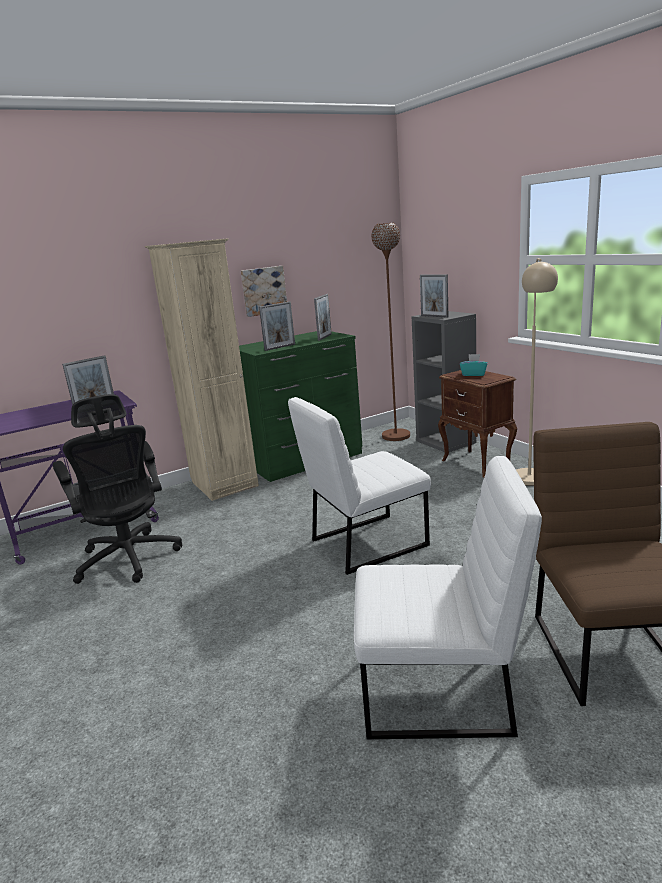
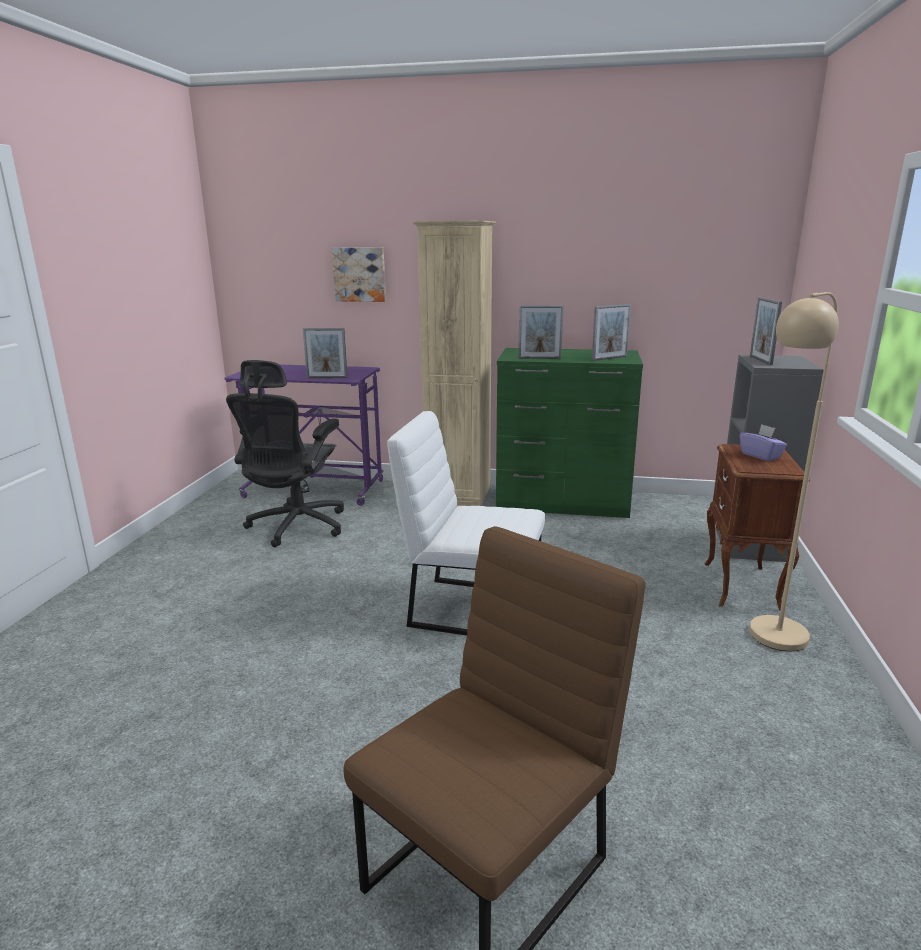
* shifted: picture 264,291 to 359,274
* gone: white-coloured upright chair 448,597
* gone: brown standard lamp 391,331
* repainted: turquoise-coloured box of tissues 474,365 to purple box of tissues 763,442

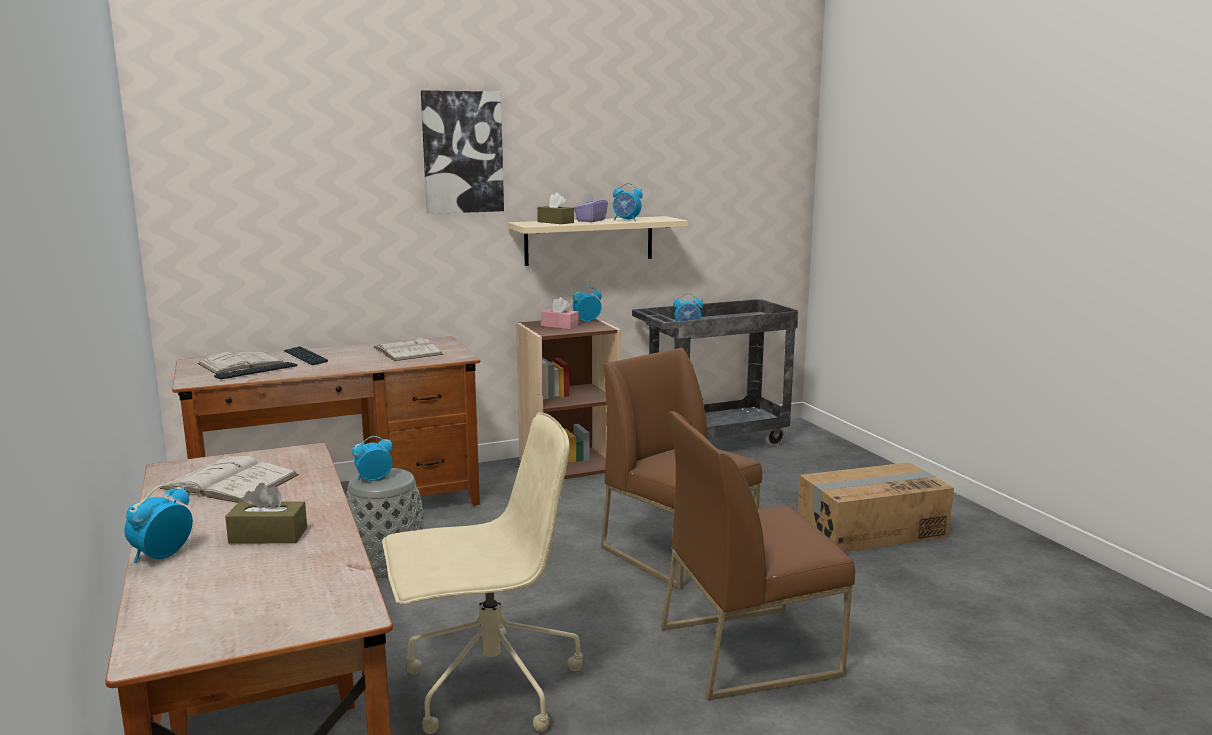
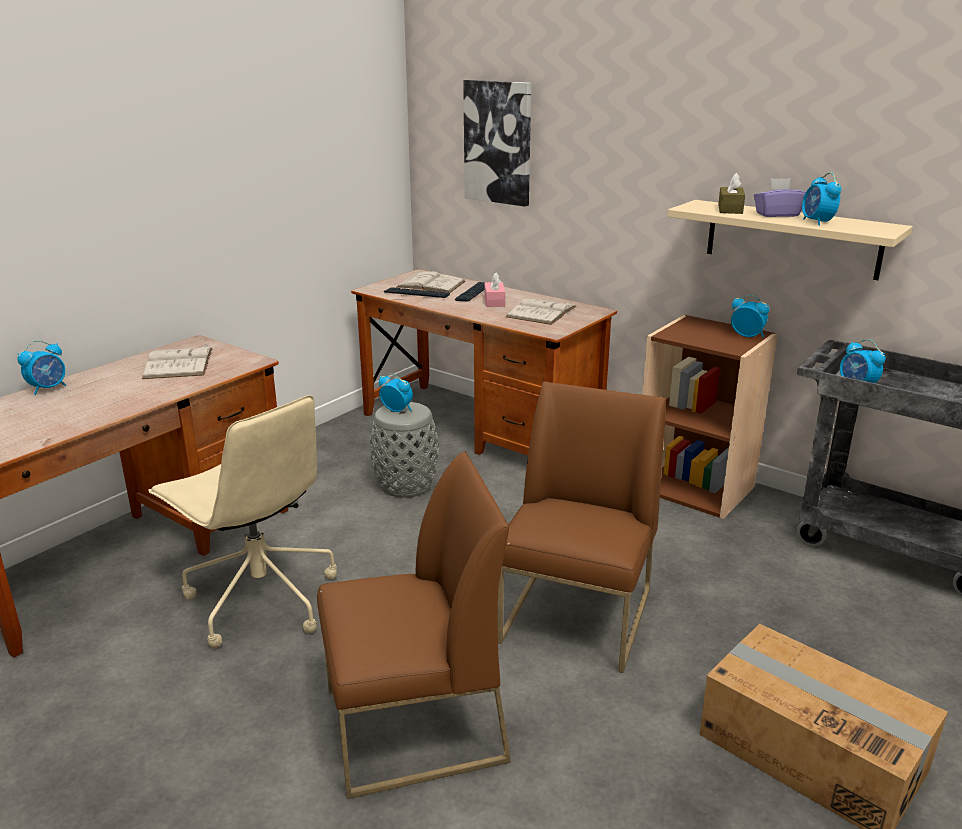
* rotated: bedside clock 158,523 = 42,367 135 degrees clockwise
* gone: brown box of tissues 266,513
* shifted: picture 462,152 to 497,143
* shifted: pink box of tissues 560,313 to 495,290
* rotated: brown upright chair 758,555 = 414,625 120 degrees clockwise

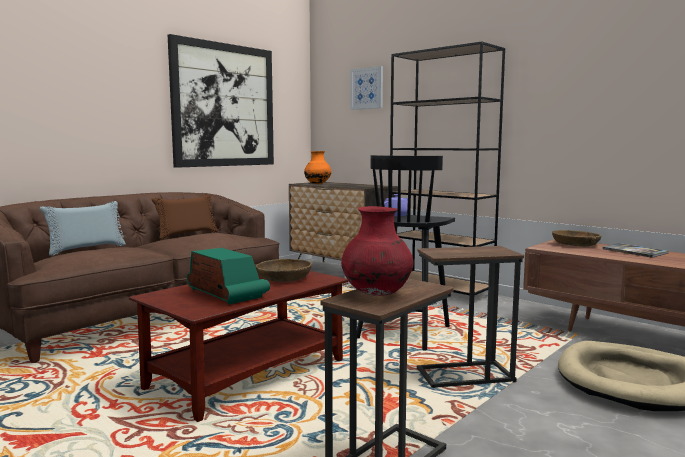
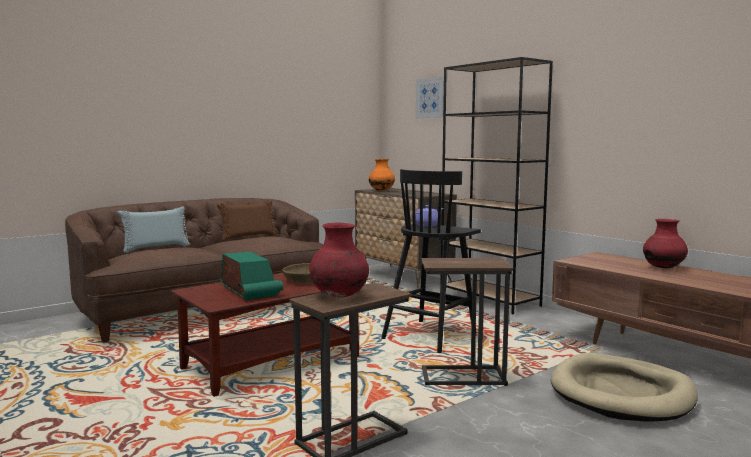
* gone: picture 221,101
* gone: brown deep dish 576,238
* swapped: volume 635,250 to red-coloured decorative vase 665,243

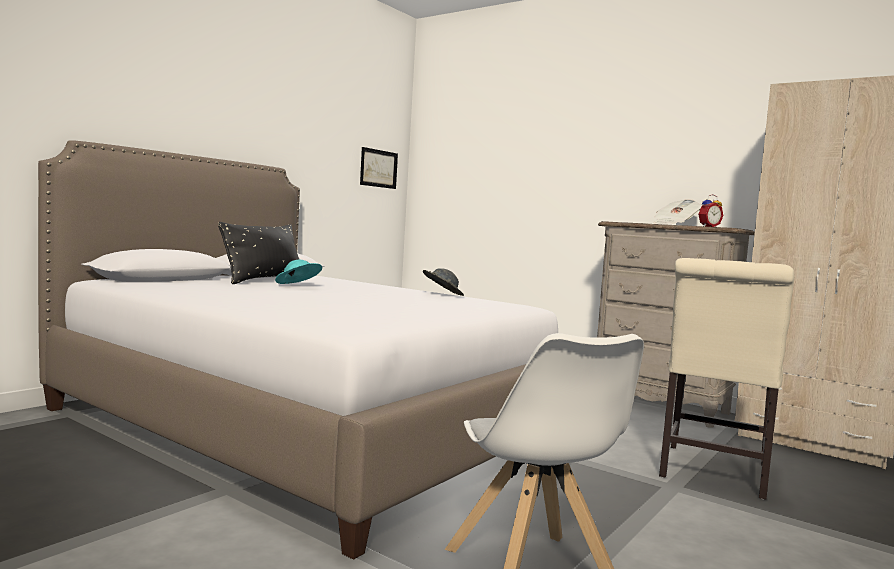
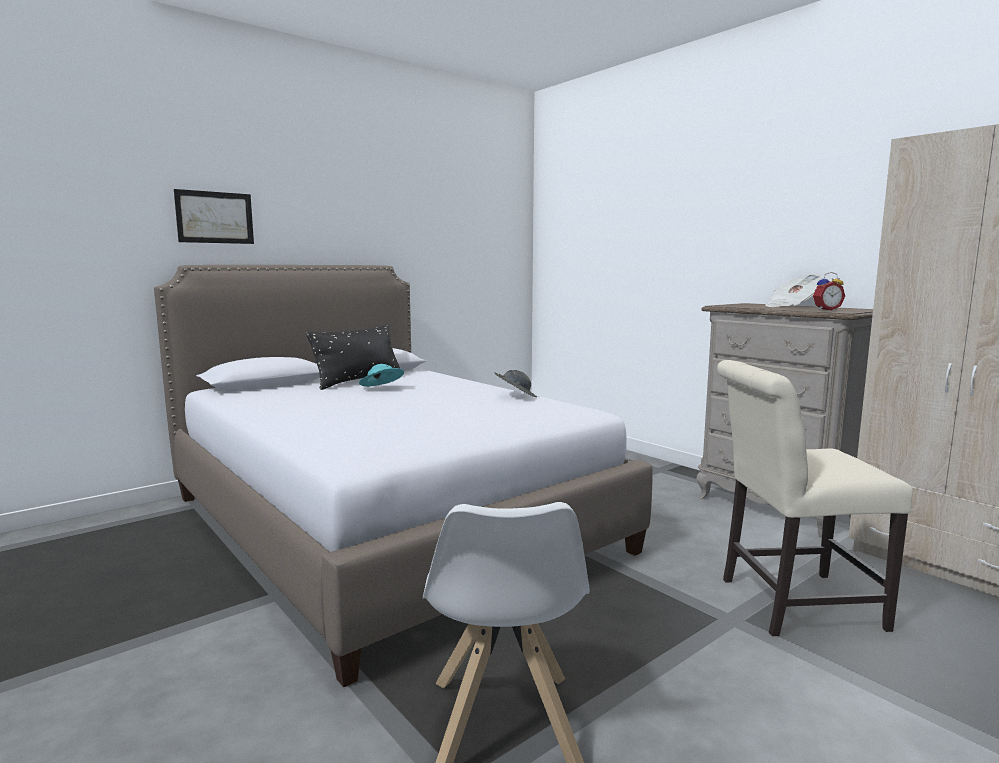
* shifted: picture 379,168 to 214,216
* rotated: beige-coloured upright chair 726,378 = 815,498 45 degrees clockwise

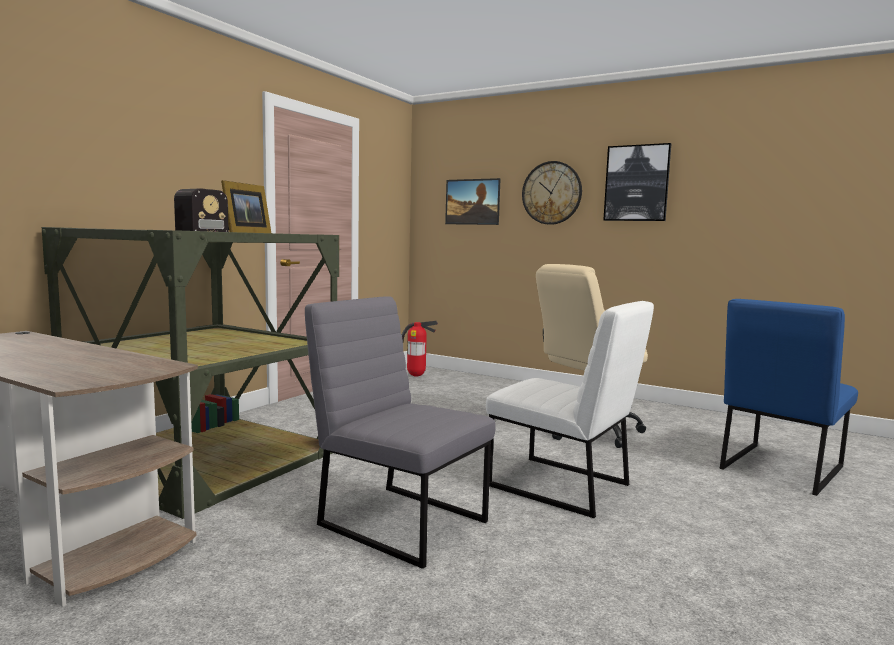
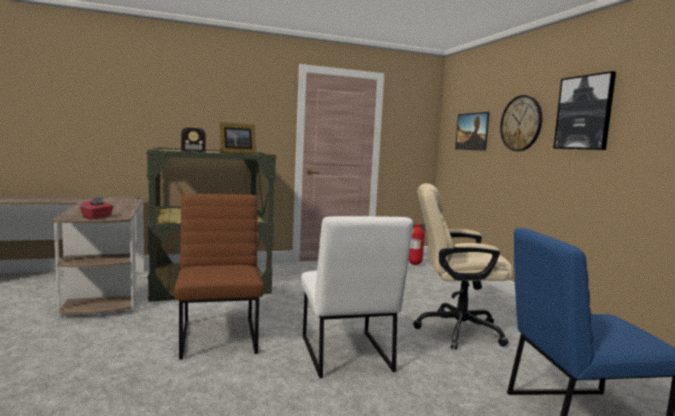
* repainted: grey upright chair 400,432 to brown upright chair 219,277
* new: red-coloured box of tissues 97,208

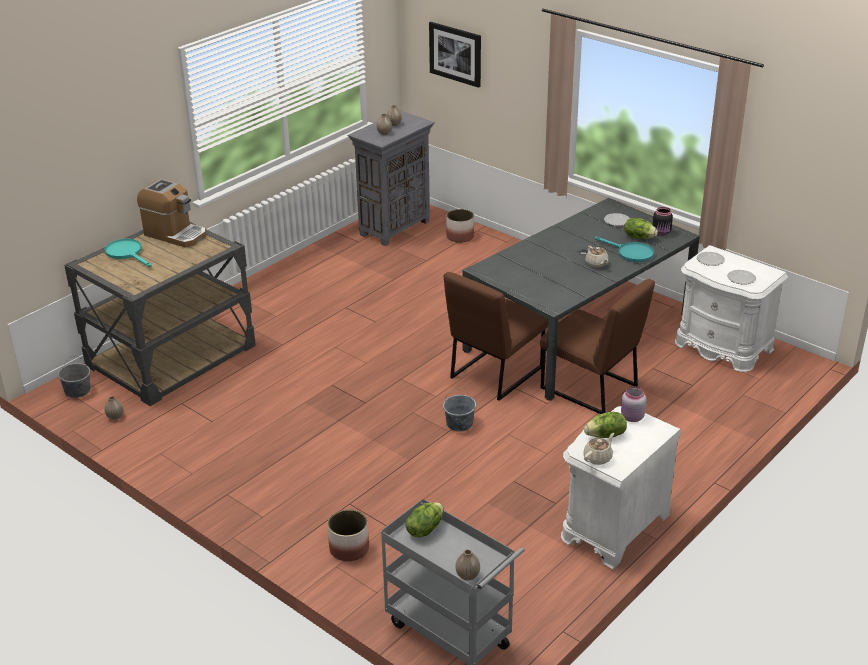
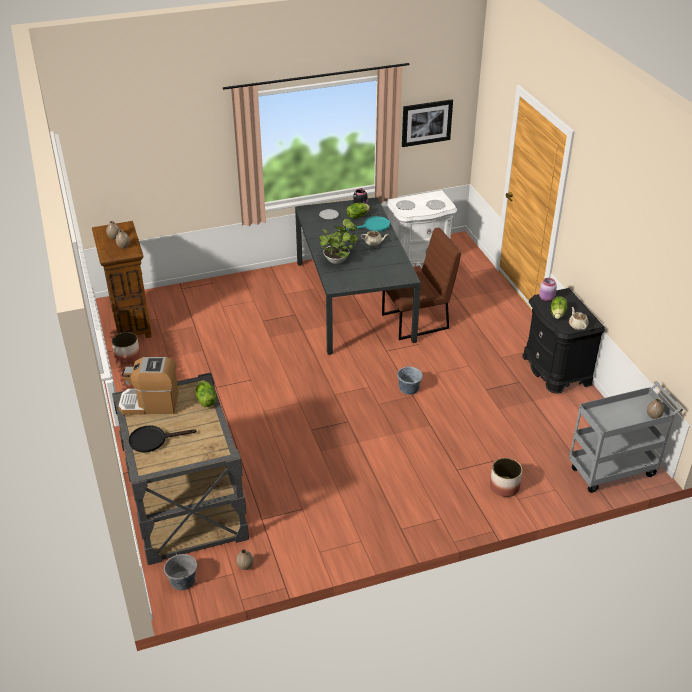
* repainted: turquoise-coloured frying pan 128,253 to blackish frying pan 162,439
* rotated: coffee machine 171,213 = 148,386 150 degrees counterclockwise
* repainted: grey cabinet 391,178 to brown cabinet 121,279
* shifted: lettuce head 424,520 to 206,393
* shifted: picture 455,55 to 427,123
* gone: brown upright chair 496,336
* shifted: planter 460,226 to 126,348
* repainted: white-coloured bedside table 621,487 to blackish bedside table 563,341
* new: houseplant 338,241

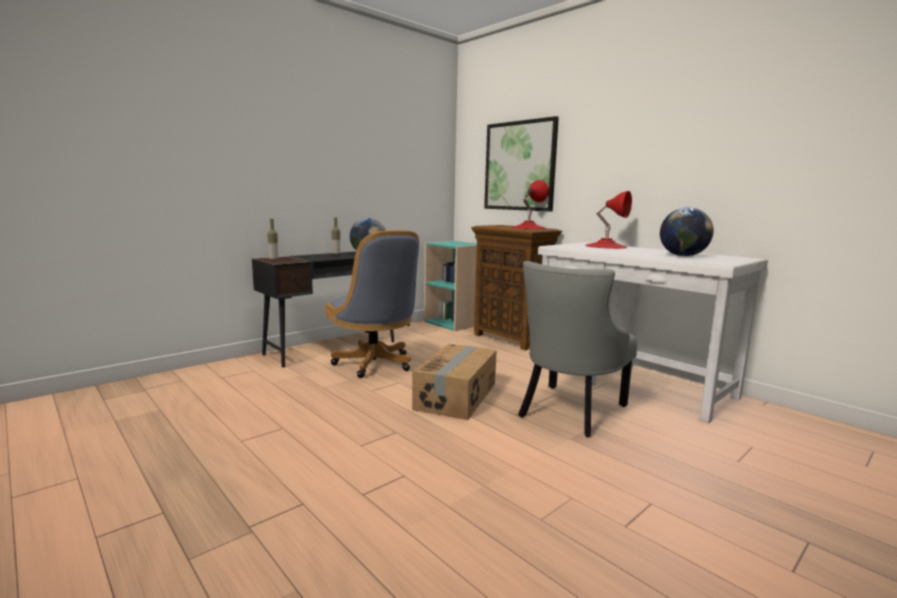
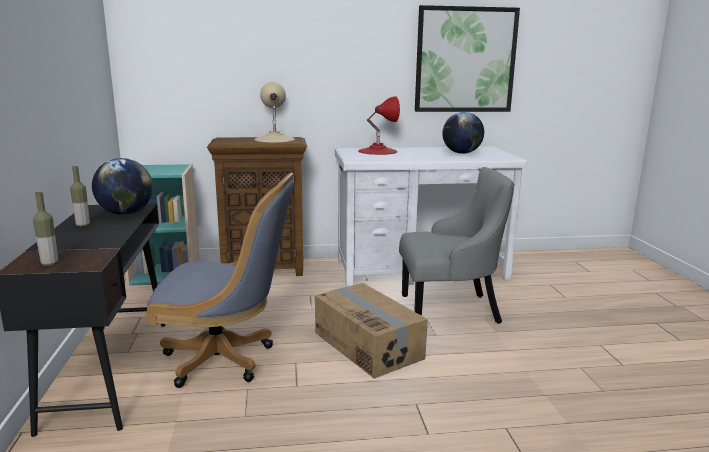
* shifted: picture 521,164 to 467,58
* repainted: red-coloured lamp for a table 530,204 to beige-coloured lamp for a table 275,112
* rotated: grey upright chair 577,349 = 457,245 75 degrees counterclockwise

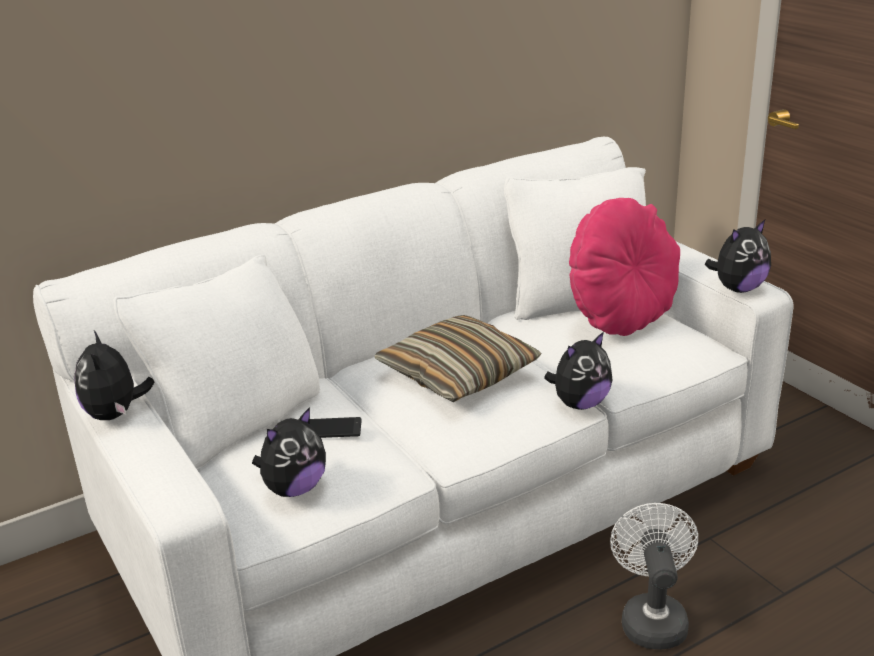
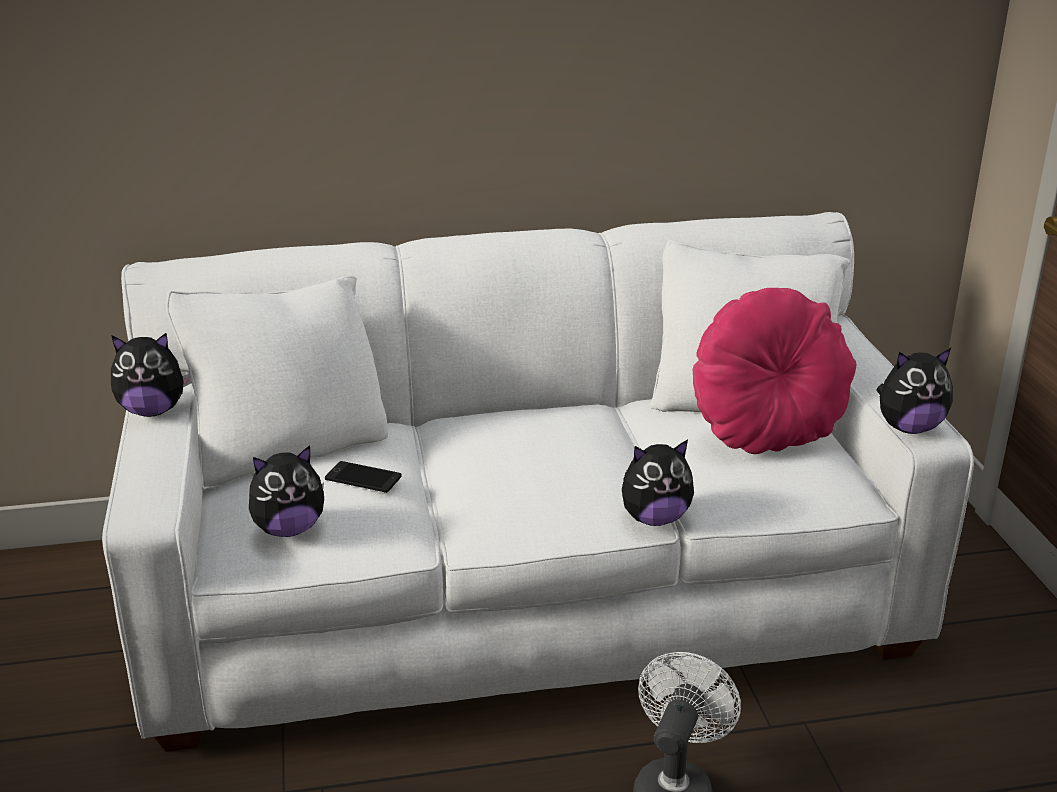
* rotated: cuddly toy 114,375 = 151,375 105 degrees counterclockwise
* gone: throw pillow 458,358

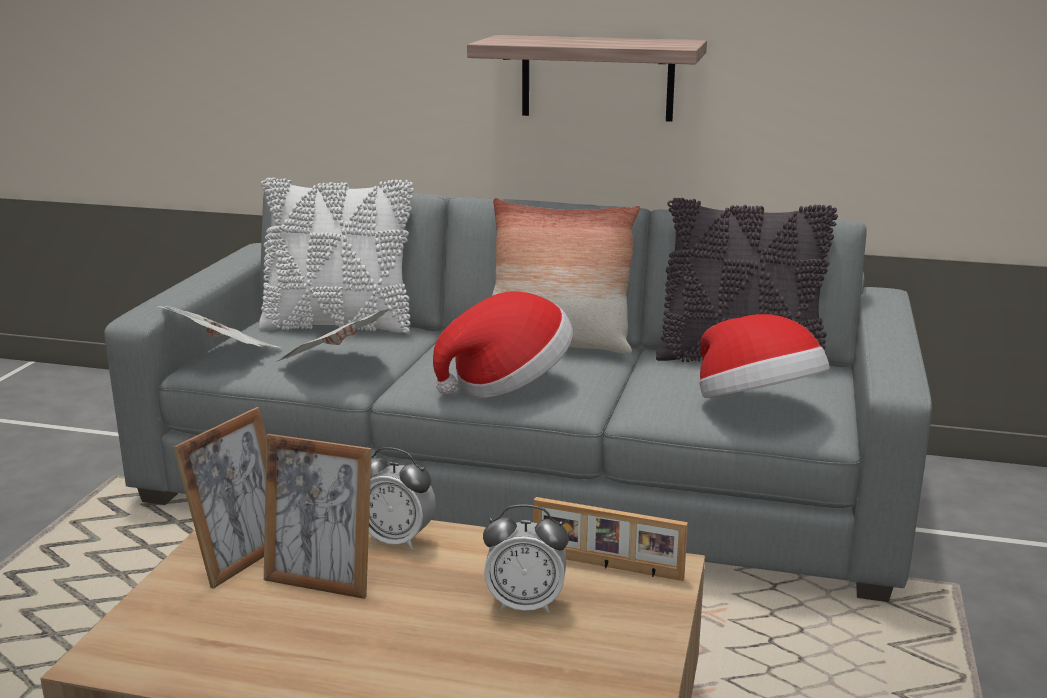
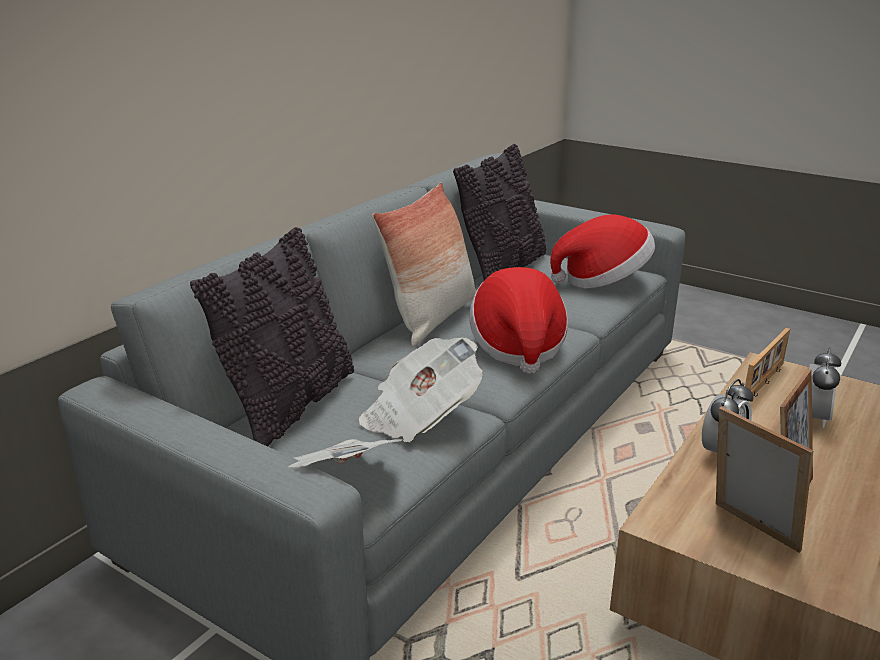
* repainted: white-coloured throw pillow 336,255 to blackish throw pillow 272,337
* gone: bracket shelf 587,78

